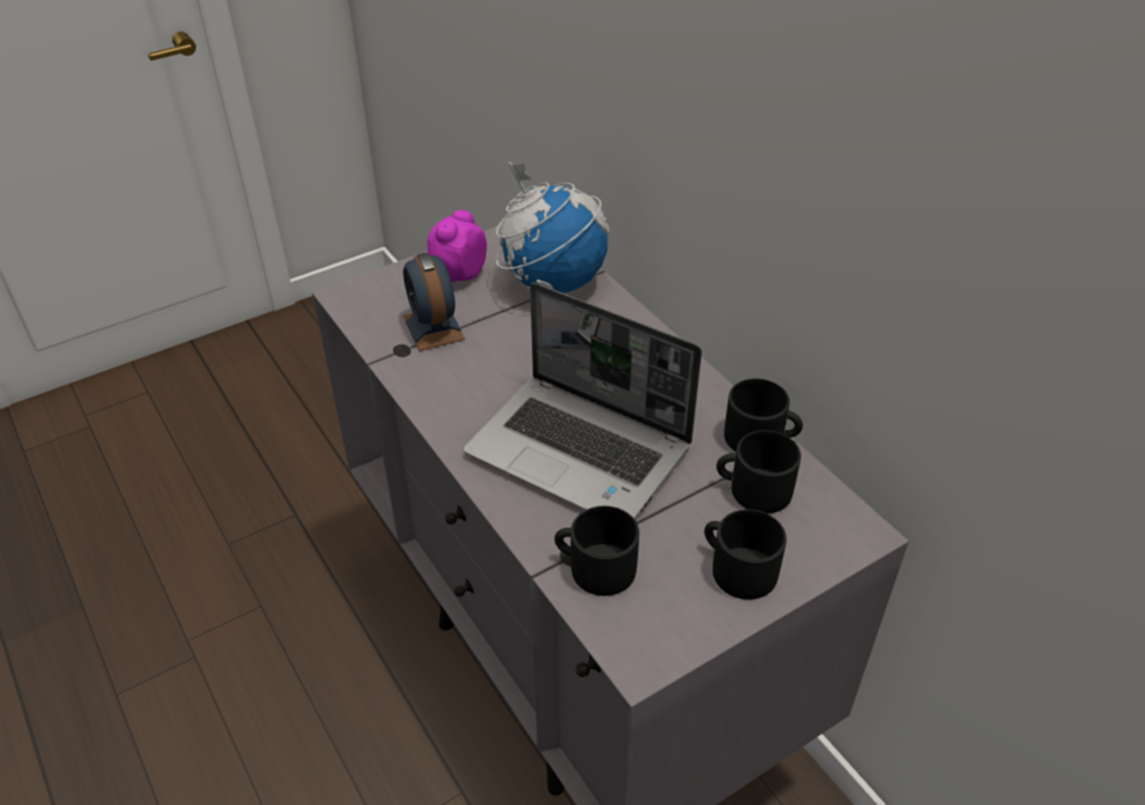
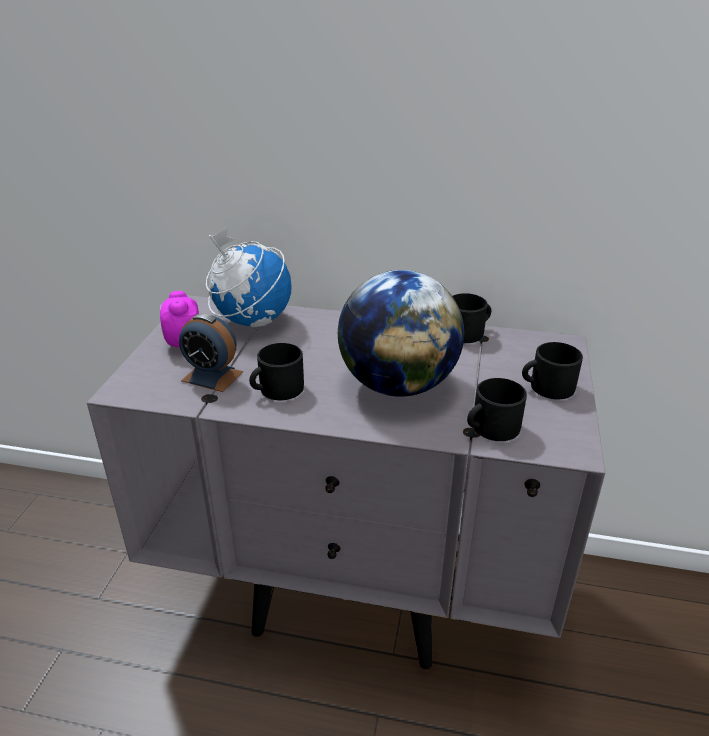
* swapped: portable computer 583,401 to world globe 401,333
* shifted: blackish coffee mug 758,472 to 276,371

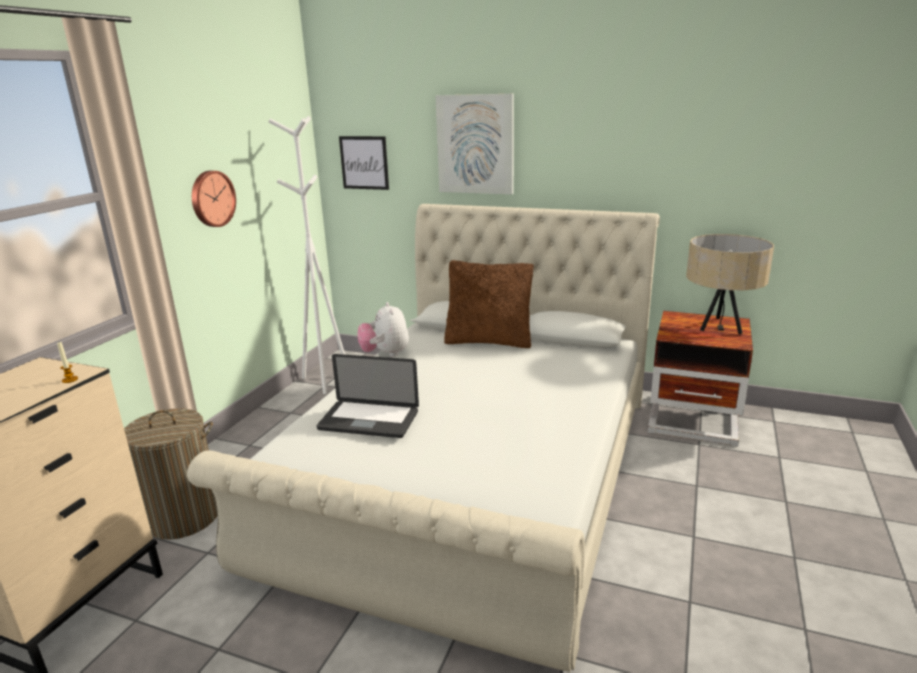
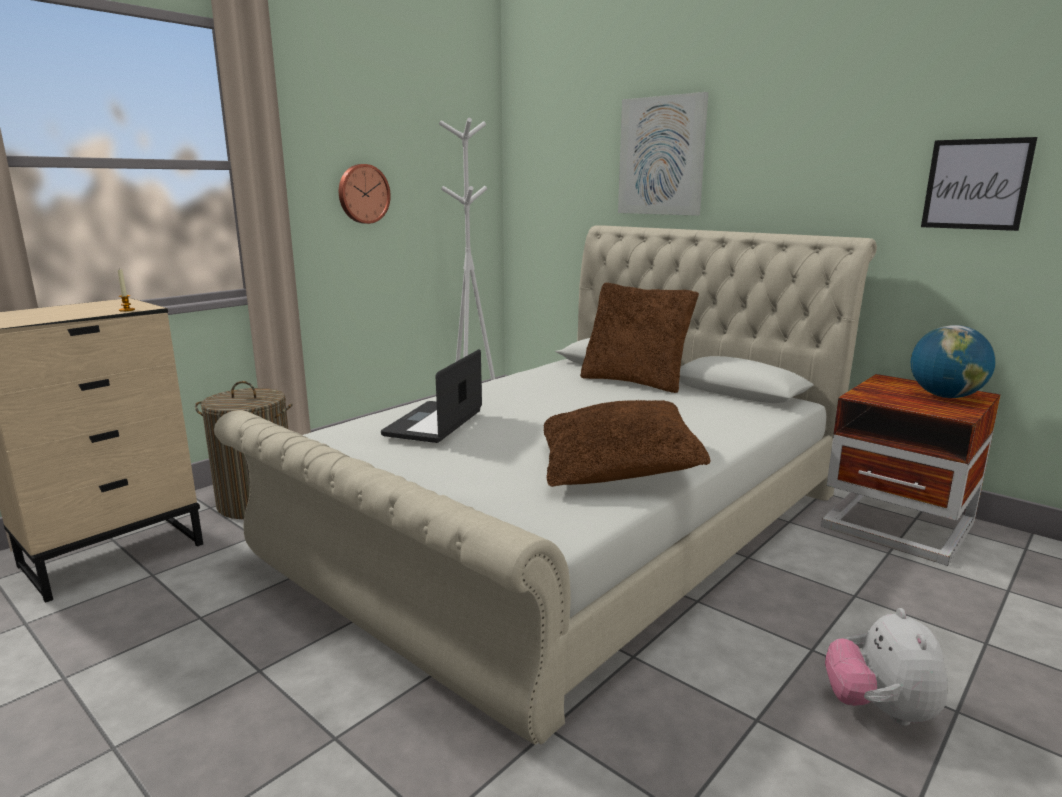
* rotated: portable computer 367,396 = 431,396 75 degrees clockwise
* shifted: picture 364,163 to 979,184
* shifted: cuddly toy 383,329 to 886,667
* swapped: beige-coloured lamp for a table 730,284 to world globe 953,361
* new: brown throw pillow 626,443

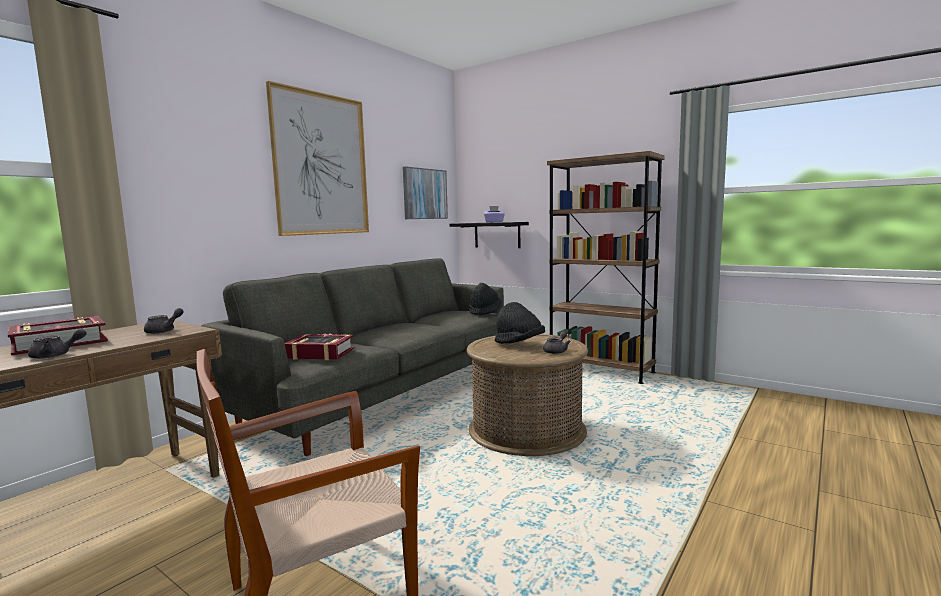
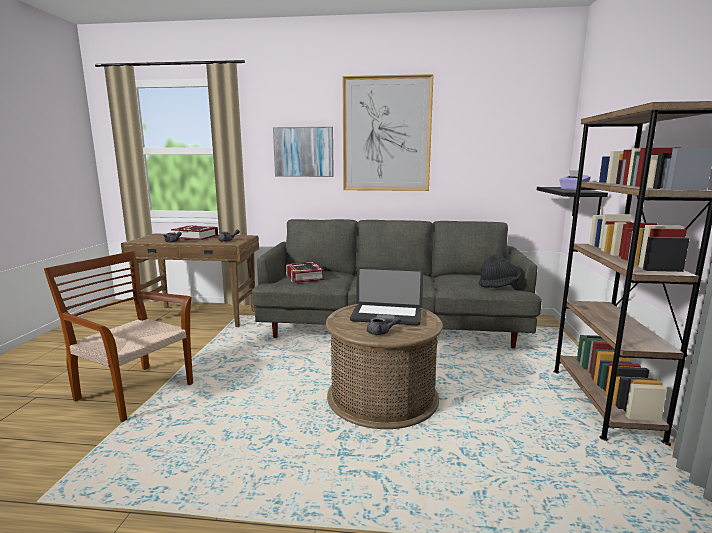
* shifted: picture 425,193 to 303,152
* swapped: blackish hat 520,323 to portable computer 386,296

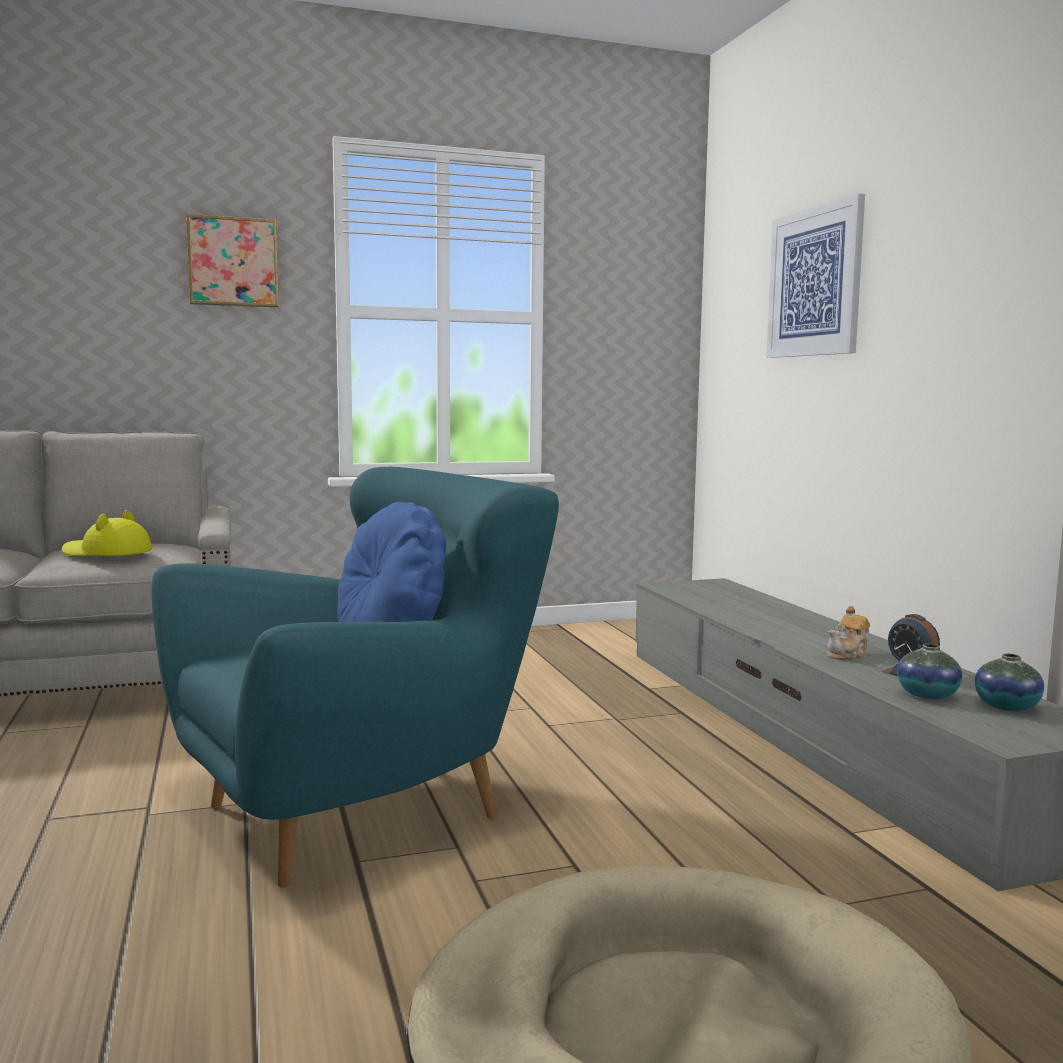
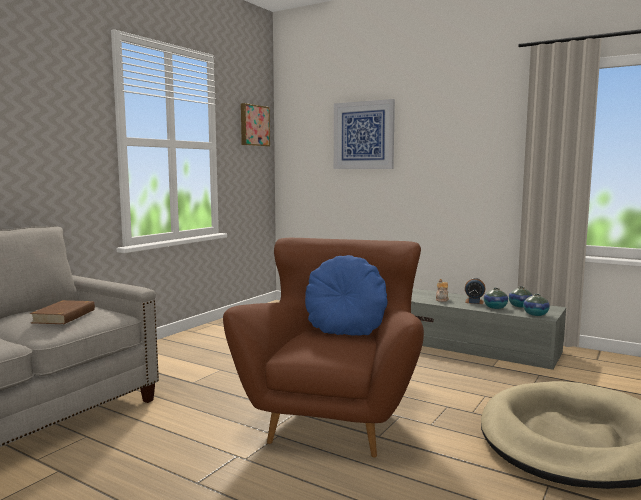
* swapped: yellow hat 107,533 to brown volume 62,312
* repainted: turquoise-coloured lounge chair 355,677 to brown lounge chair 323,348
* shifted: picture 232,260 to 255,125
* new: decorative vase 536,305

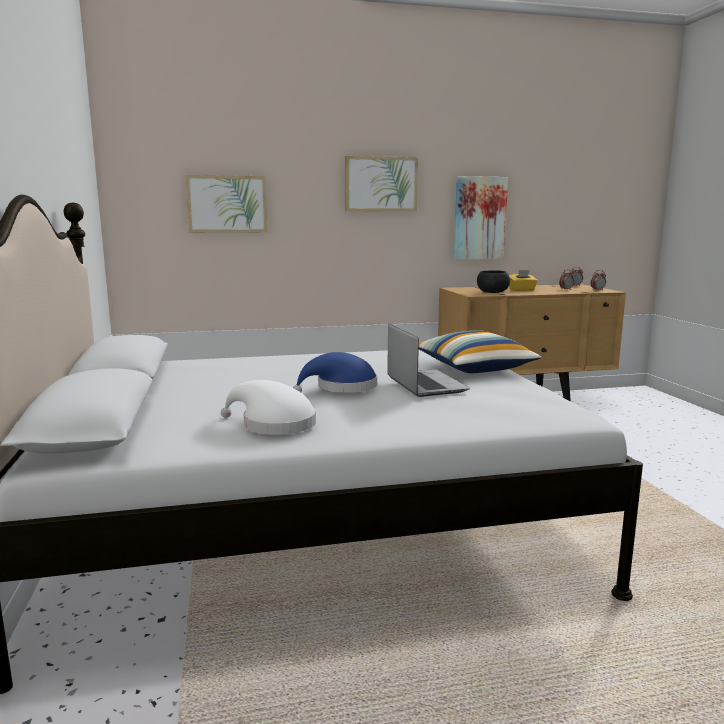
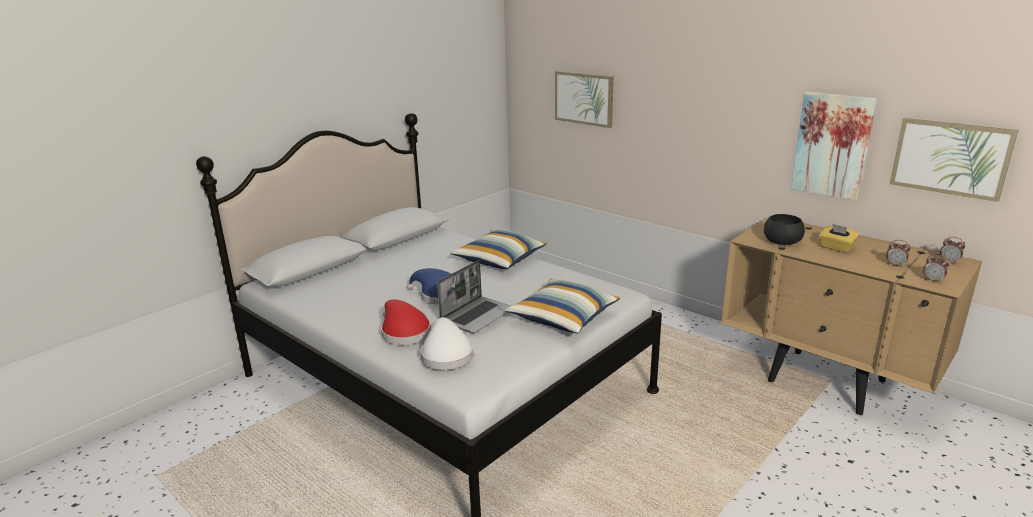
* shifted: white-coloured hat 268,407 to 447,343
* shifted: picture 381,184 to 954,160
* new: red-coloured hat 406,322
* new: throw pillow 498,249

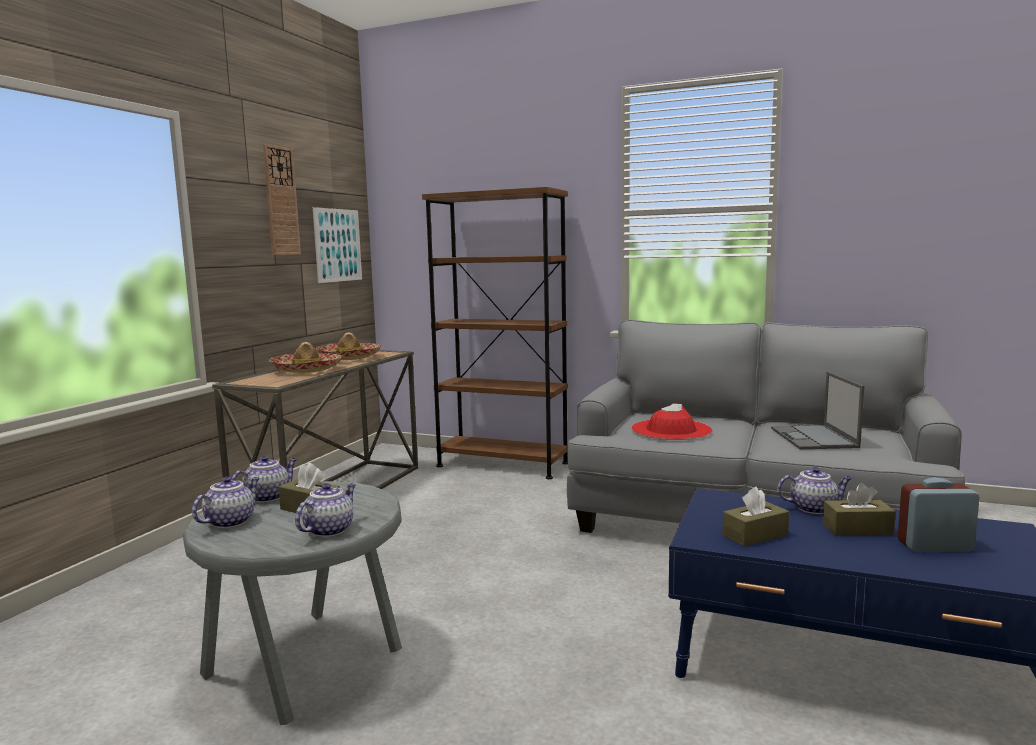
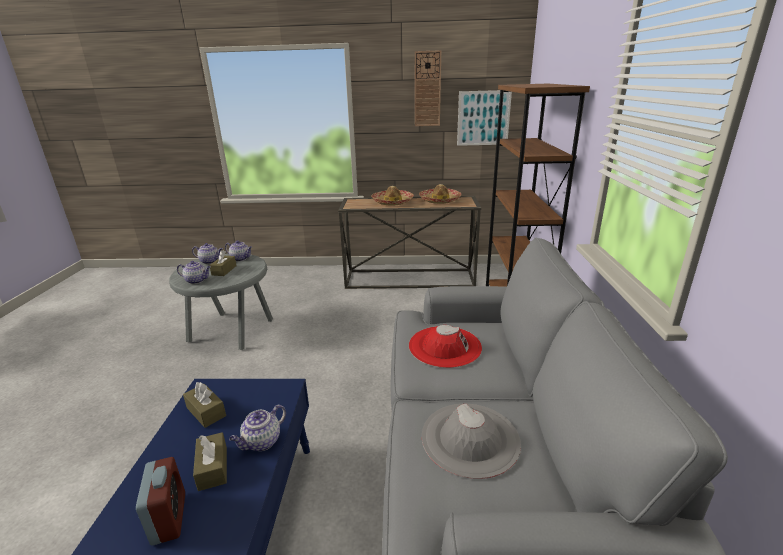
* swapped: portable computer 817,410 to grey hat 471,441
* rotated: tea pot 814,490 = 257,428 60 degrees clockwise

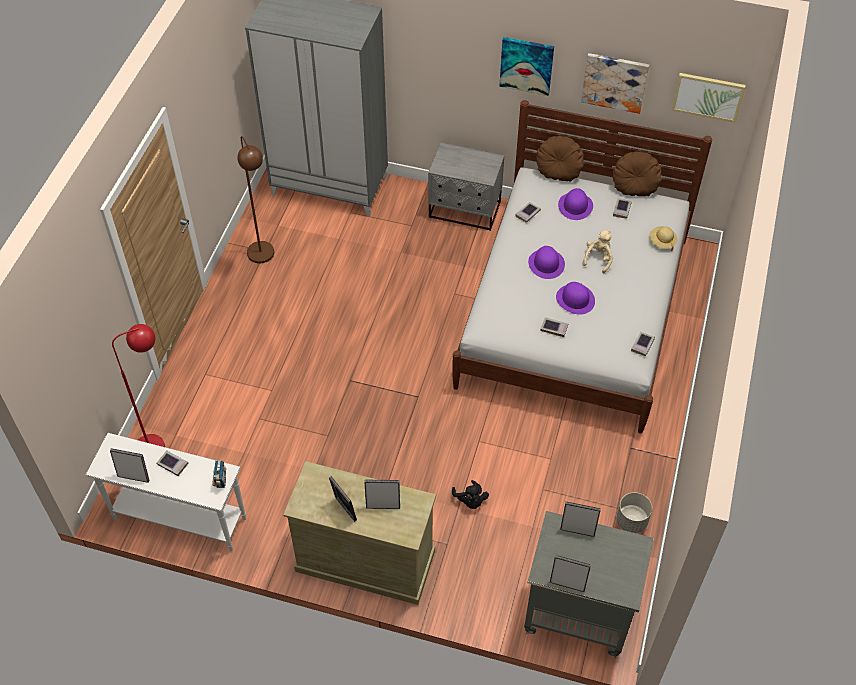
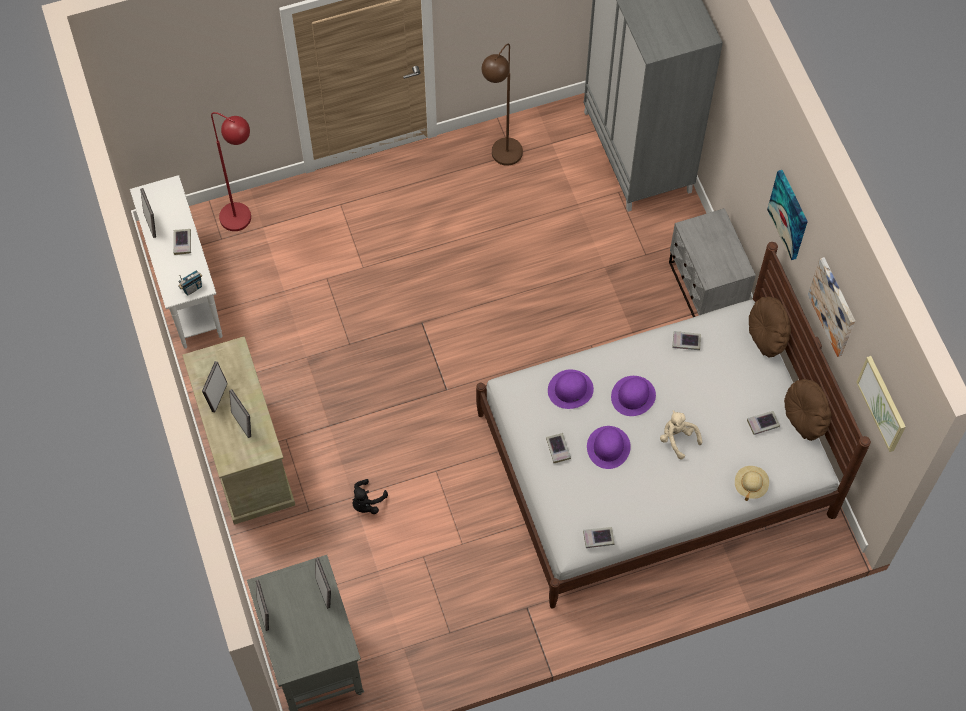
* shifted: purple hat 575,204 to 571,389
* rotated: beige-coloured cuddly toy 597,252 = 681,434 120 degrees counterclockwise
* gone: grey planter 634,512

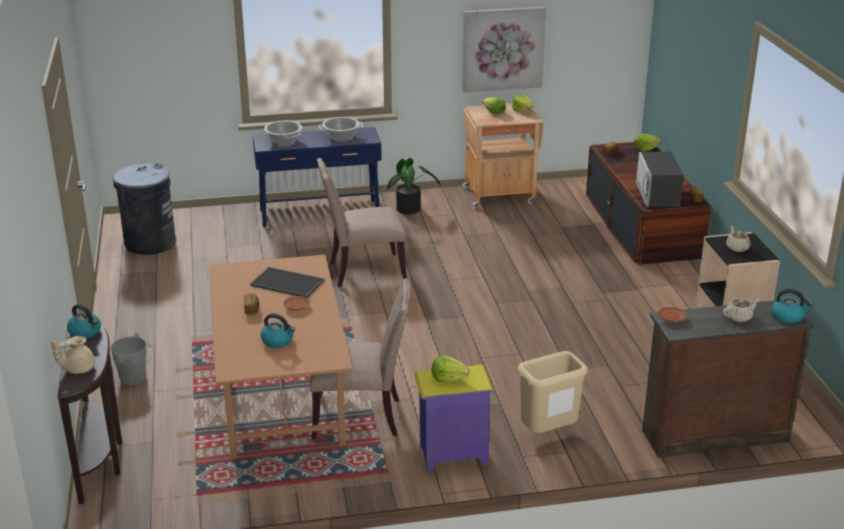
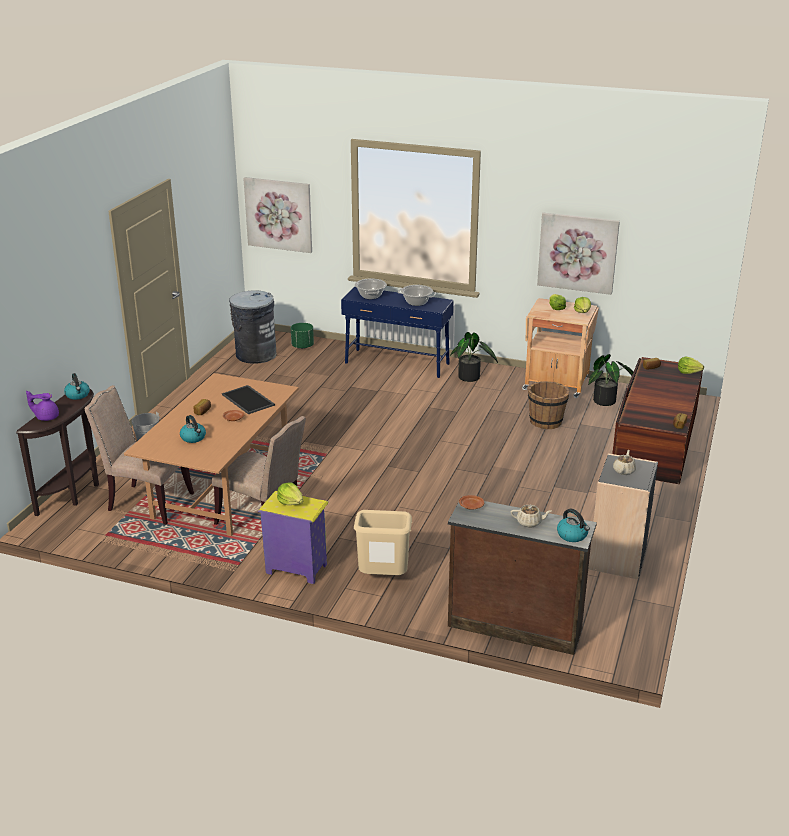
* repainted: beige-coloured tea pot 73,355 to purple tea pot 42,406
* shifted: beige-coloured upright chair 362,222 to 139,455
* gone: microwave oven 660,179
* new: picture 277,215
* new: greenish planter 302,336
* new: brown bucket 549,405
* new: houseplant 610,380

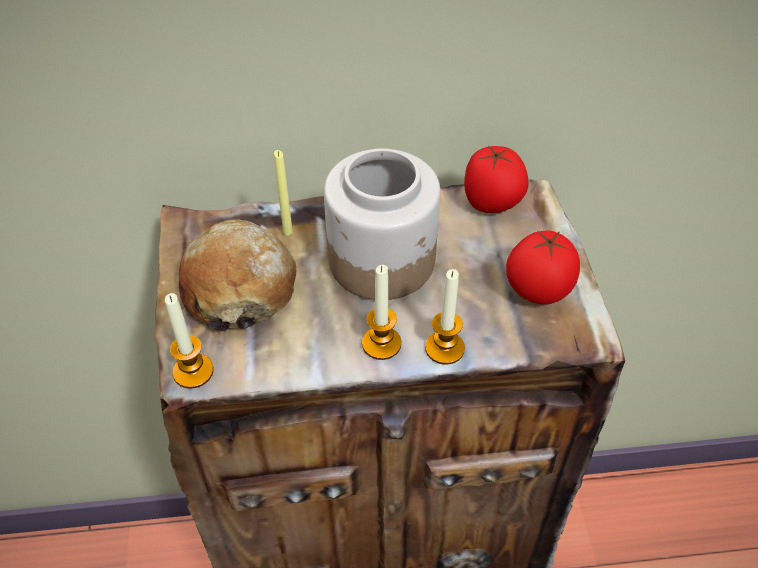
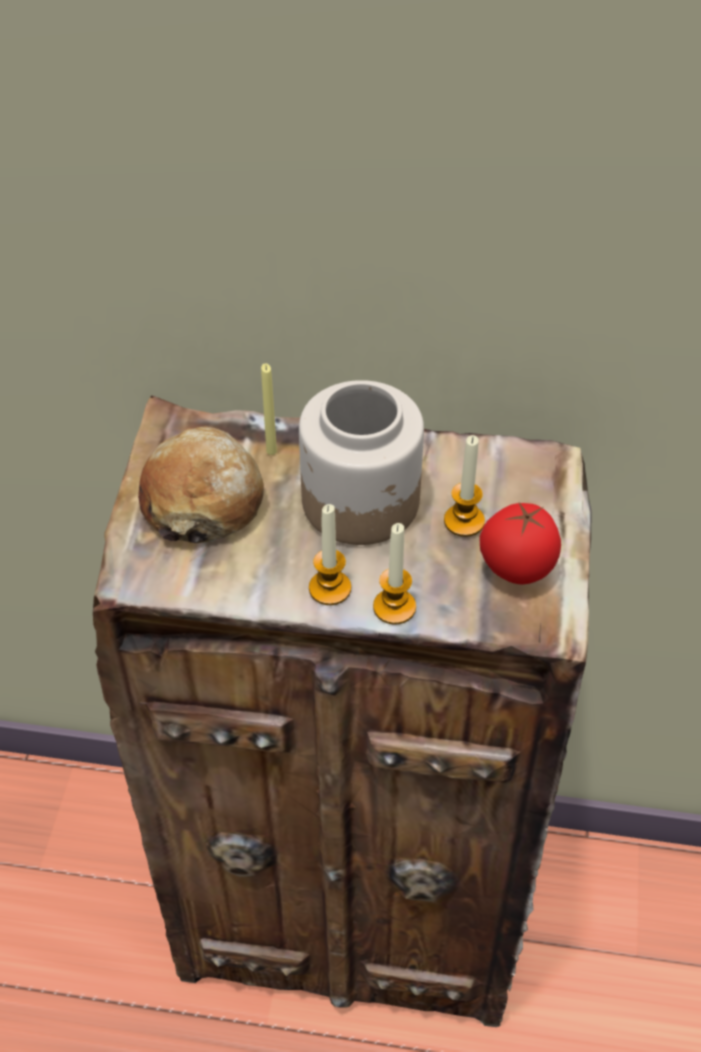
* shifted: candle 189,341 to 464,486
* gone: fresh tomato 496,179

